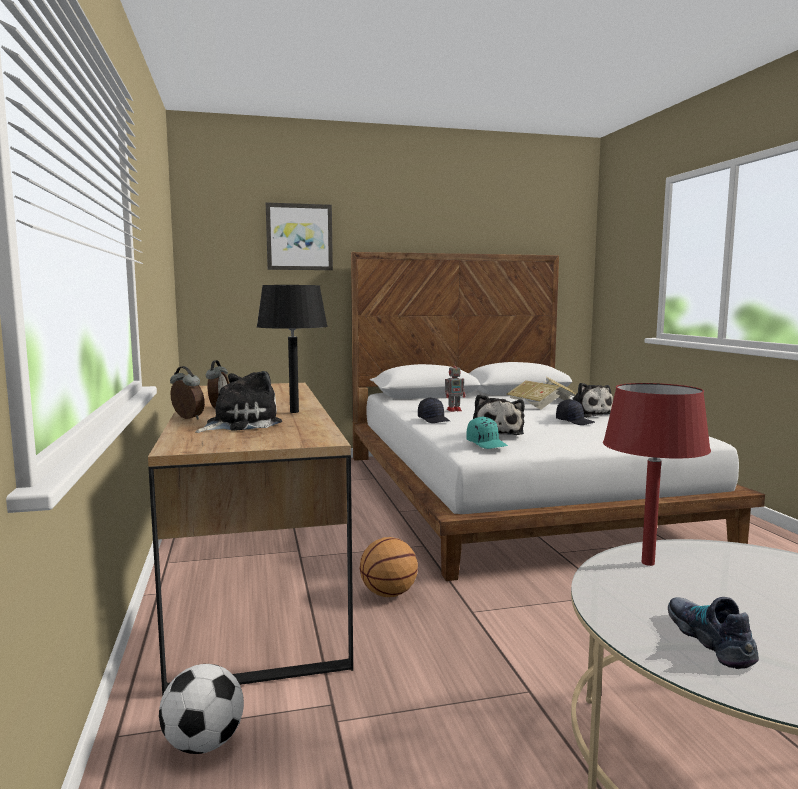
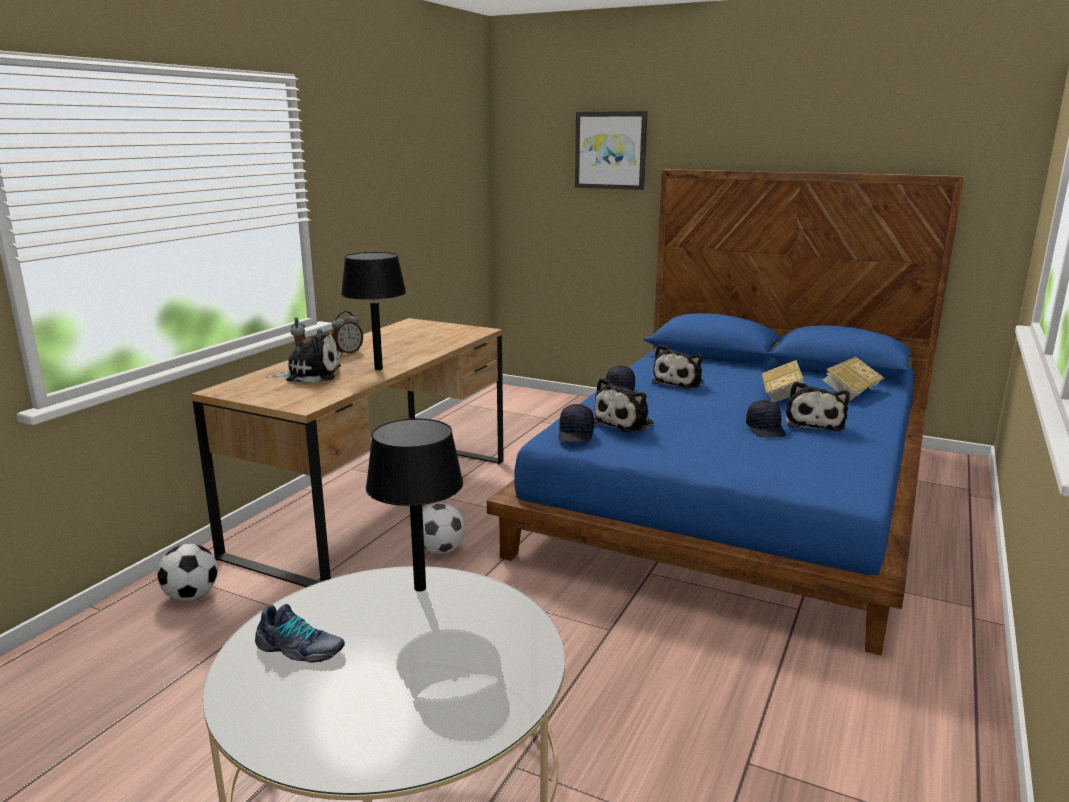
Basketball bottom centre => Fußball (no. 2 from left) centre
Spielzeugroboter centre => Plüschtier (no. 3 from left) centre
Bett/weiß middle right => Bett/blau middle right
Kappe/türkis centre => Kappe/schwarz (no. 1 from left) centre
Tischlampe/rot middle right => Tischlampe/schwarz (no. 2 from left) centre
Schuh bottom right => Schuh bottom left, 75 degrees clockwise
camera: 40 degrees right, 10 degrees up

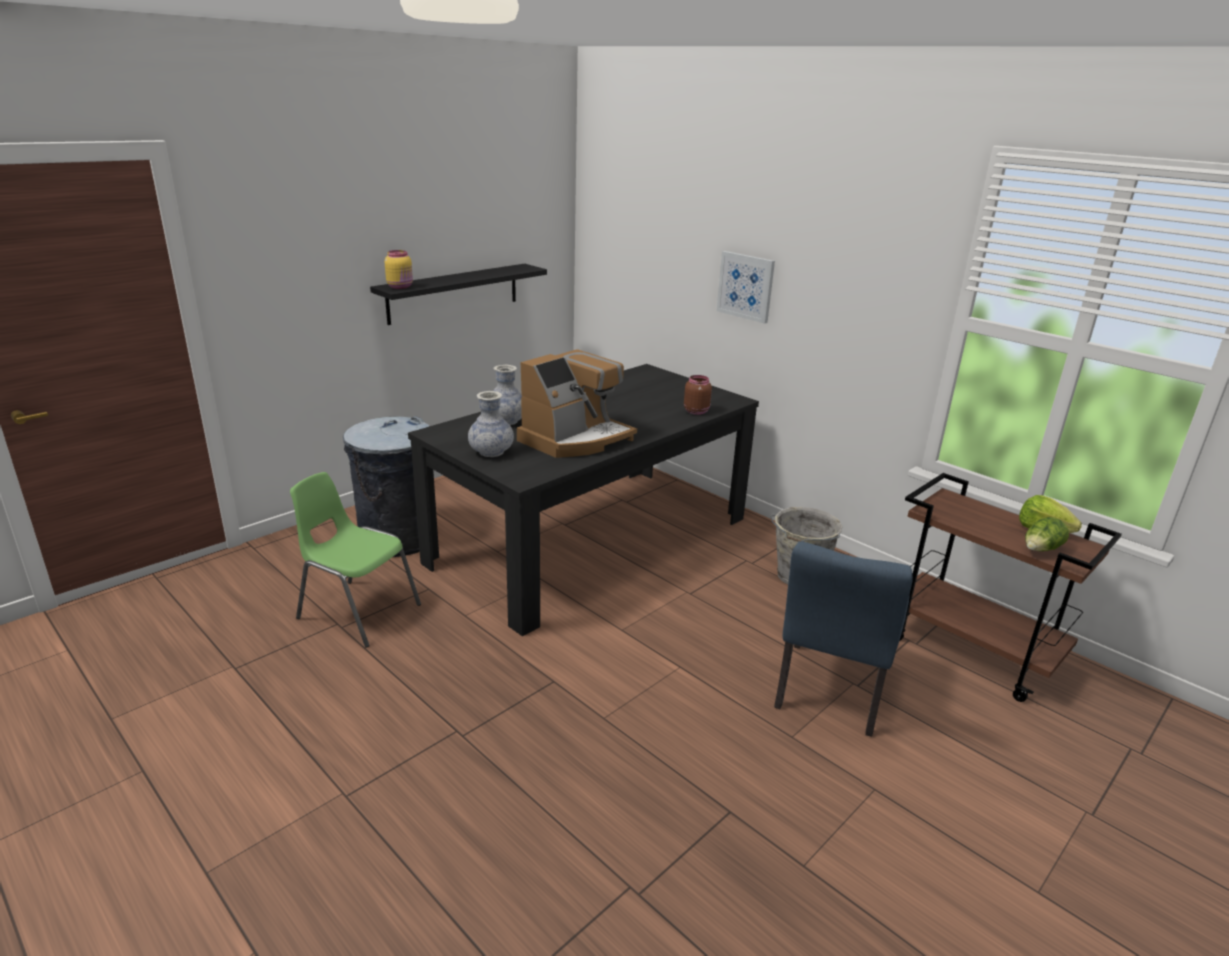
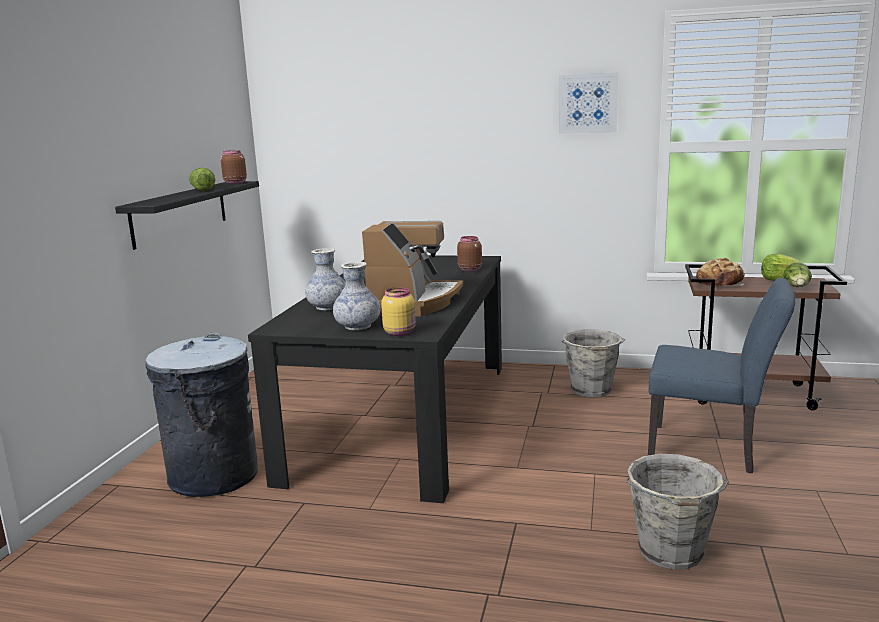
Stuhl/grün middle left => nothing
nothing => Salatkopf (no. 1 from left) top left
nothing => Vorratsglas/braun (no. 1 from left) top left
nothing => Eimer/grau (no. 2 from left) bottom right
nothing => Brot middle right
Vorratsglas/gelb top left => Vorratsglas/gelb centre, shifted
Bild top centre => Bild top right, shifted
Stuhl/blau bottom right => Stuhl/blau middle right, 60 degrees counterclockwise
camera: 30 degrees left, 10 degrees down

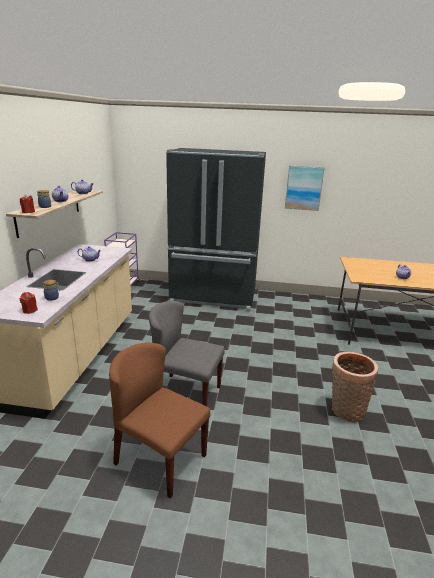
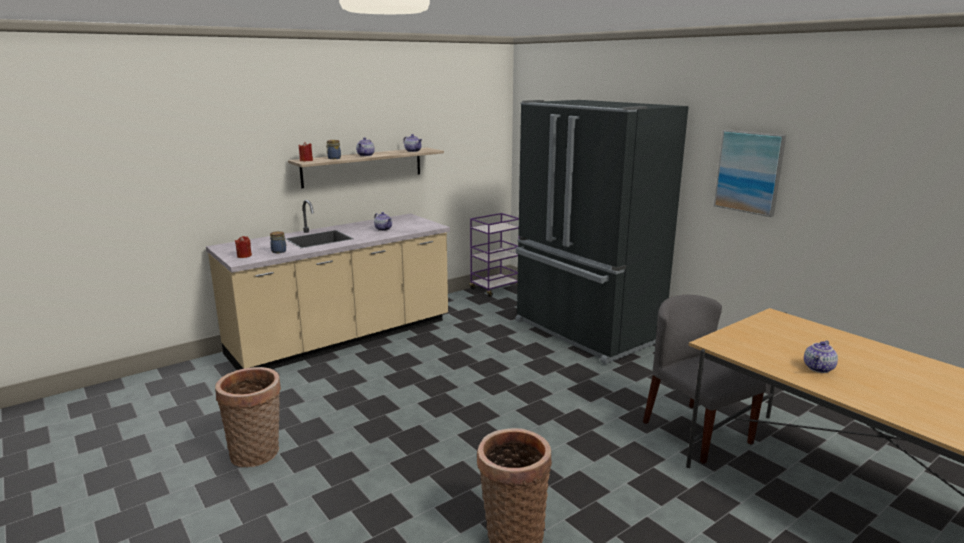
Stuhl/grau centre => Stuhl/grau bottom right, shifted
Stuhl/braun bottom centre => Korb (no. 1 from left) bottom left
camera: 45 degrees right, 5 degrees down

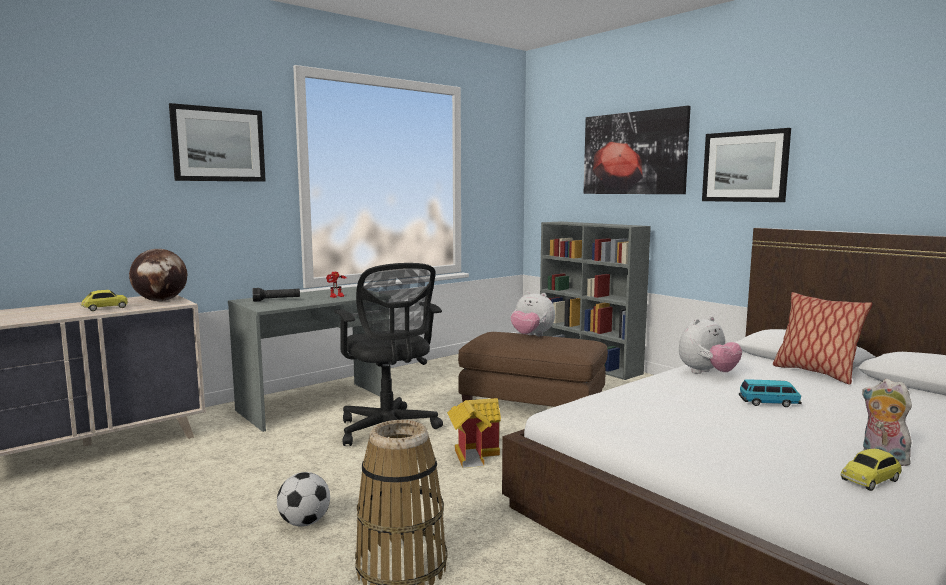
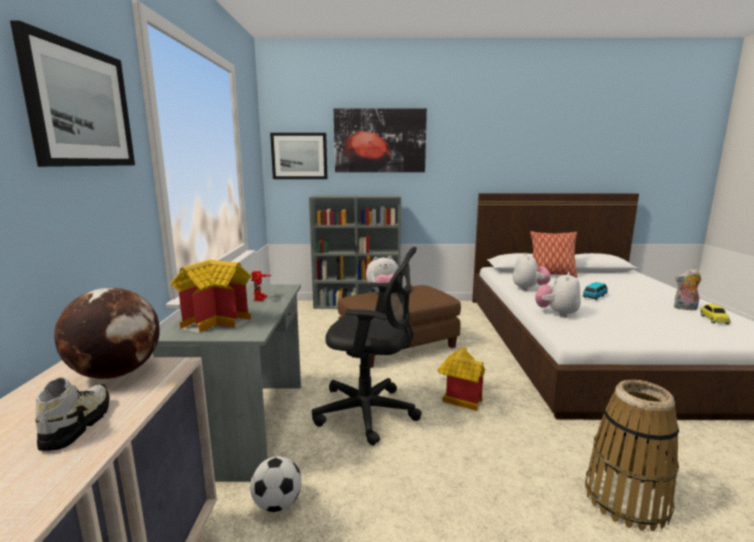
nothing => Plüschtier (no. 3 from left) middle right
Fußball bottom left => Fußball bottom centre, shifted
Bild (no. 3 from left in the first image) top right => Bild (no. 2 from left) top centre, shifted
Spielzeugauto (no. 1 from left) middle left => Schuh bottom left
Taschenlampe/schwarz middle left => Spielzeughaus (no. 1 from left) middle left
camera: 50 degrees left, 5 degrees up

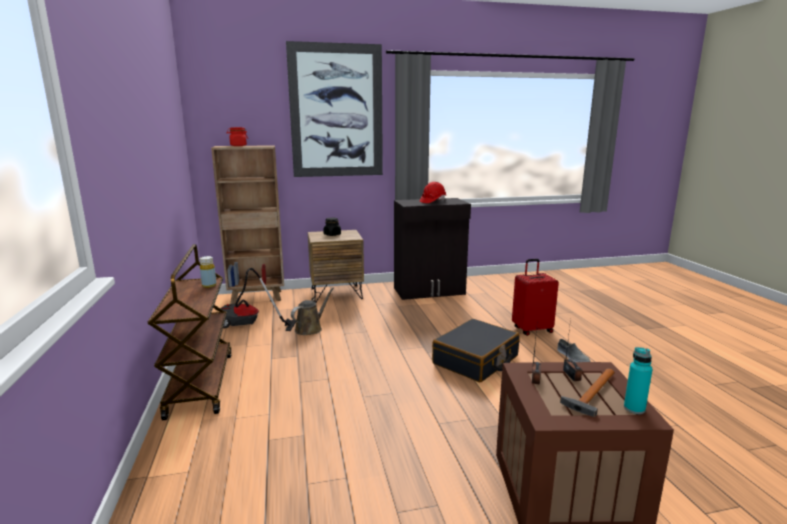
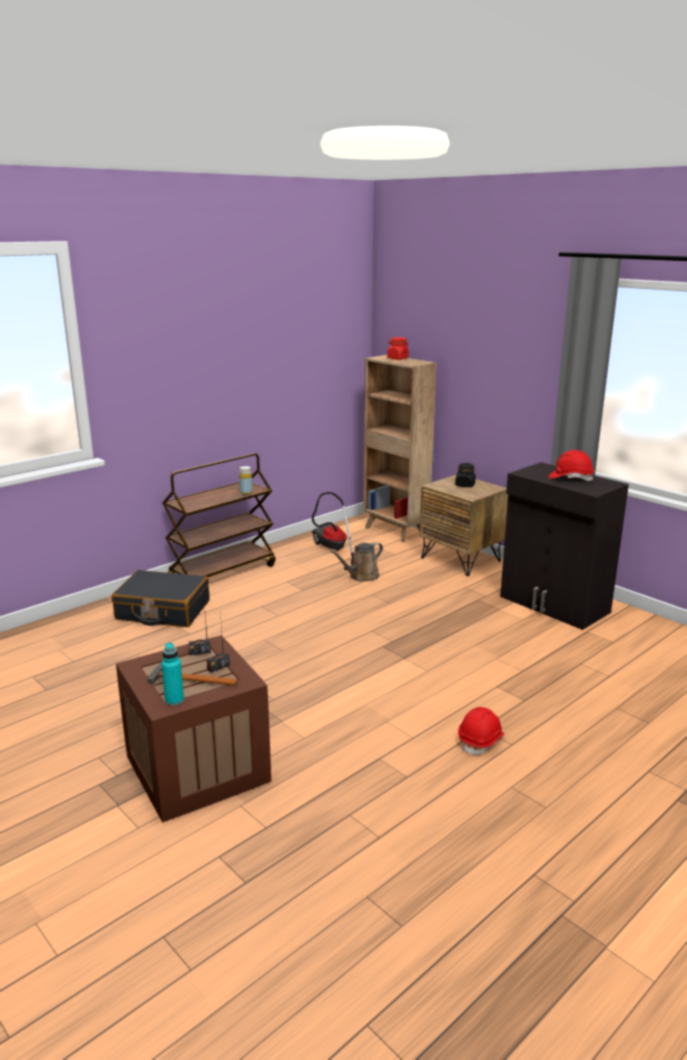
Bild top centre => nothing
Koffer/rot middle right => nothing
Koffer/schwarz bottom centre => Koffer/schwarz middle left, shifted
Schuh/grau bottom right => Schutzhelm/rot (no. 1 from left) bottom right
Gießkanne/braun centre, 135 degrees clockwise
camera: 60 degrees right, 5 degrees up

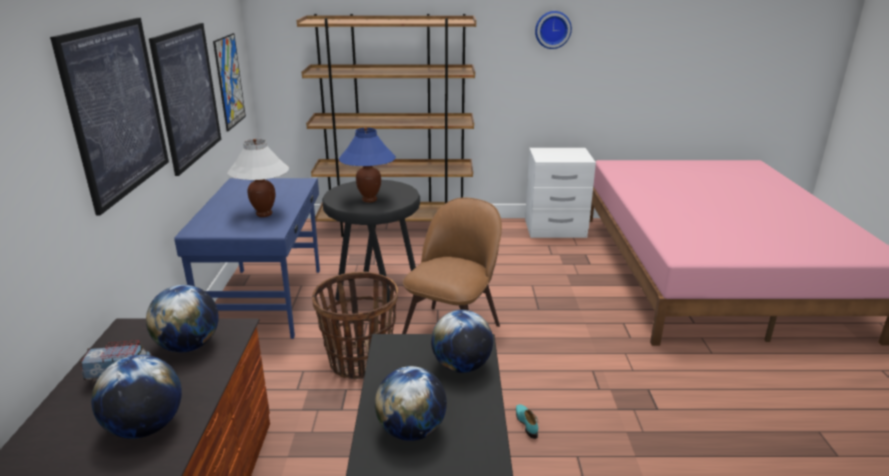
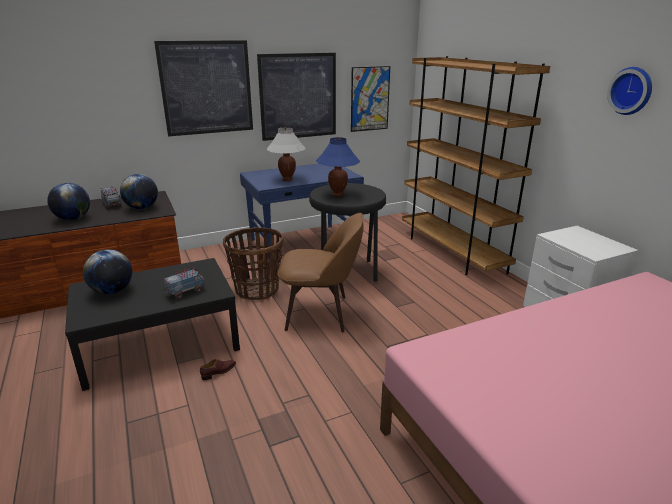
Globus (no. 4 from left) bottom centre => Spielzeuglaster (no. 2 from left) middle left
Schuh/türkis bottom centre => Schuh/braun bottom left
camera: 65 degrees right, 0 degrees up

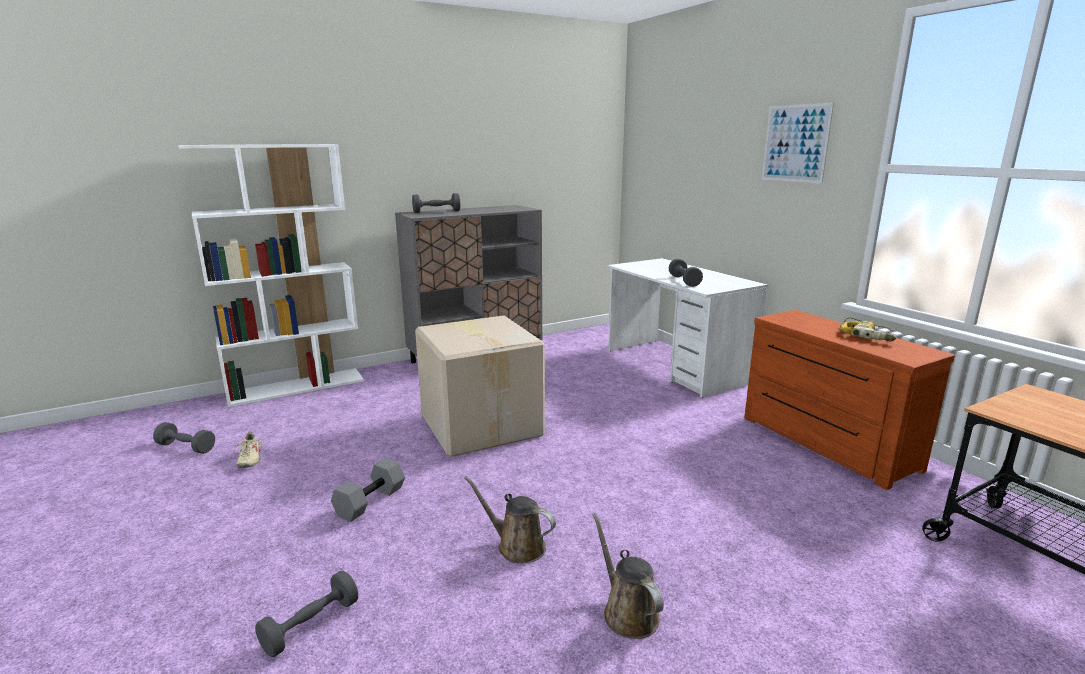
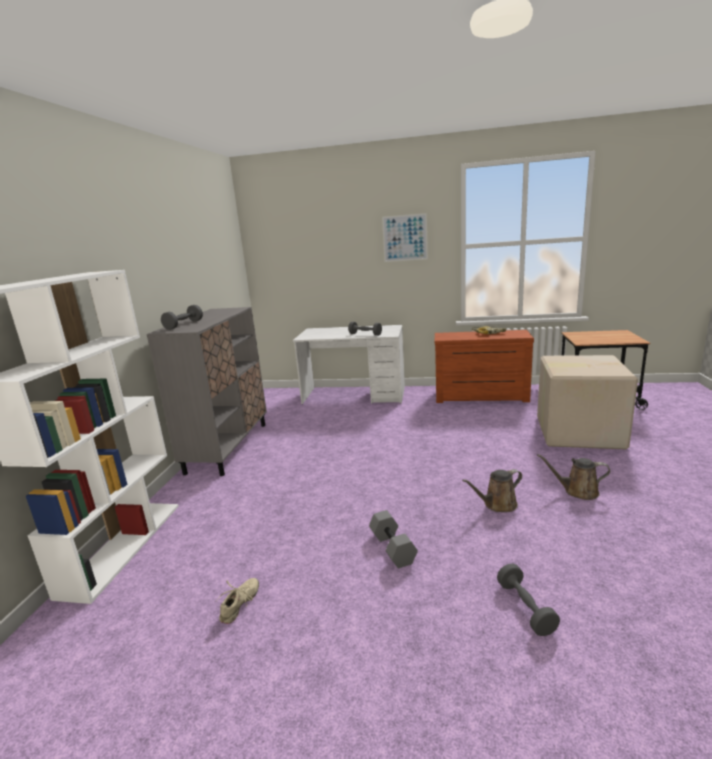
Hantel/grau (no. 1 from left) middle left => nothing
Karton centre => Karton middle right, shifted
Schuh/beige bottom left, 90 degrees counterclockwise
camera: 50 degrees left, 0 degrees up

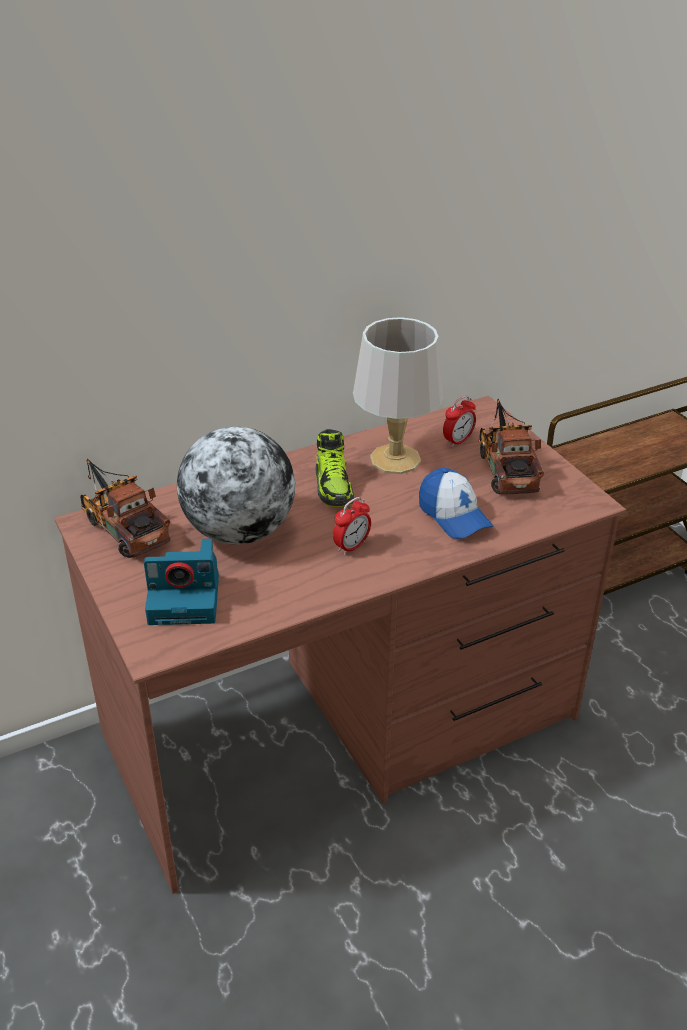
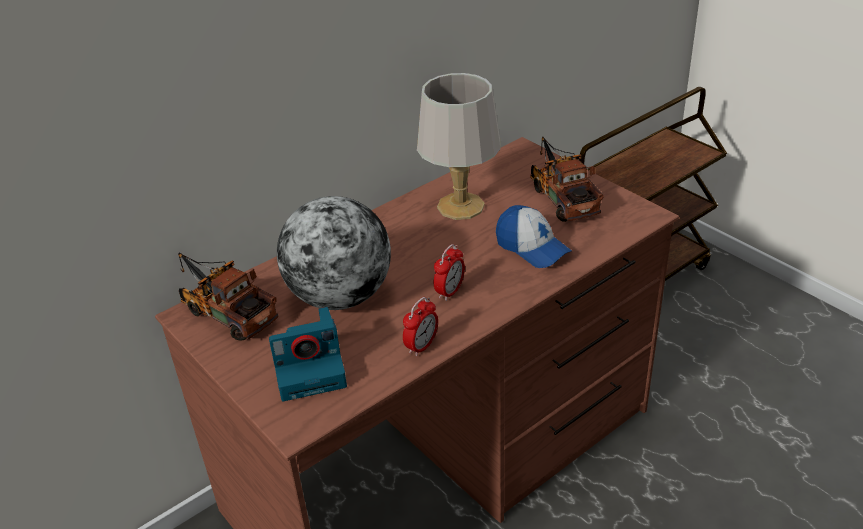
Schuh centre => nothing
Wecker (no. 2 from left in the first image) middle right => Wecker (no. 1 from left) centre, shifted
camera: 10 degrees left, 0 degrees up

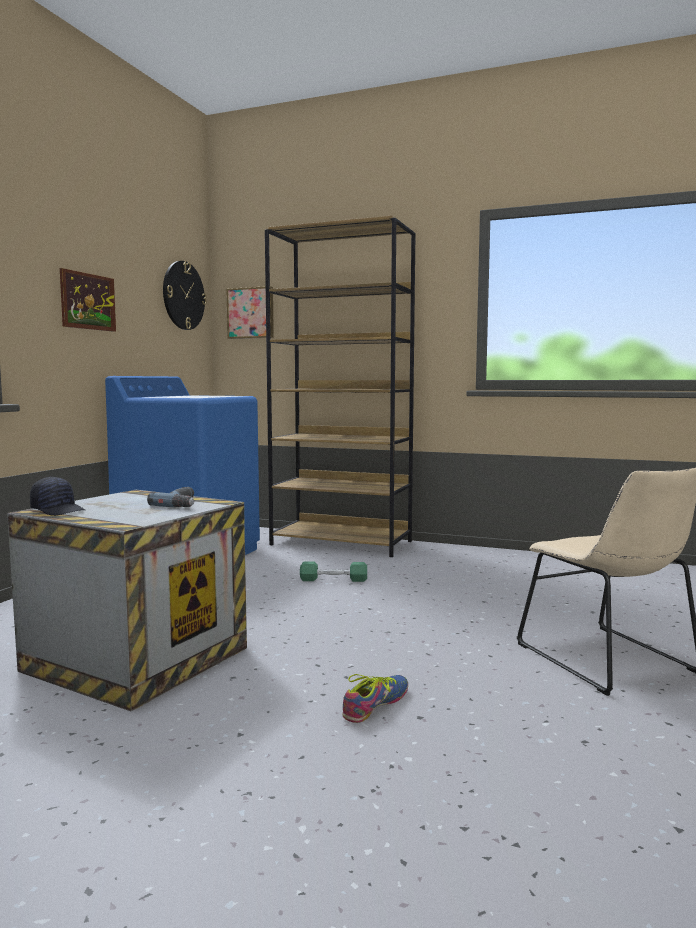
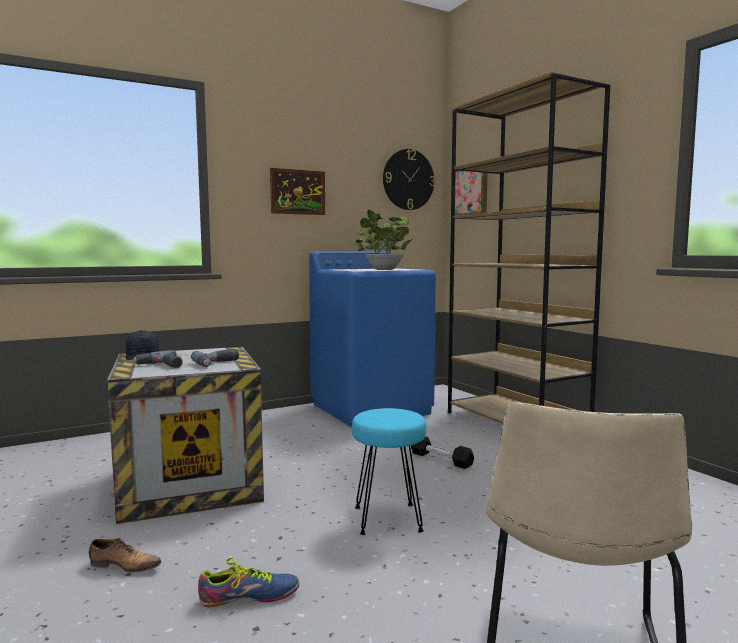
nothing => Schuh (no. 1 from left) bottom left
nothing => Bohrmaschine (no. 1 from left) middle left
nothing => Hocker/türkis bottom centre
nothing => Topfpflanze centre
Hantel/grün centre => Hantel/schwarz bottom centre
camera: 40 degrees right, 0 degrees up

